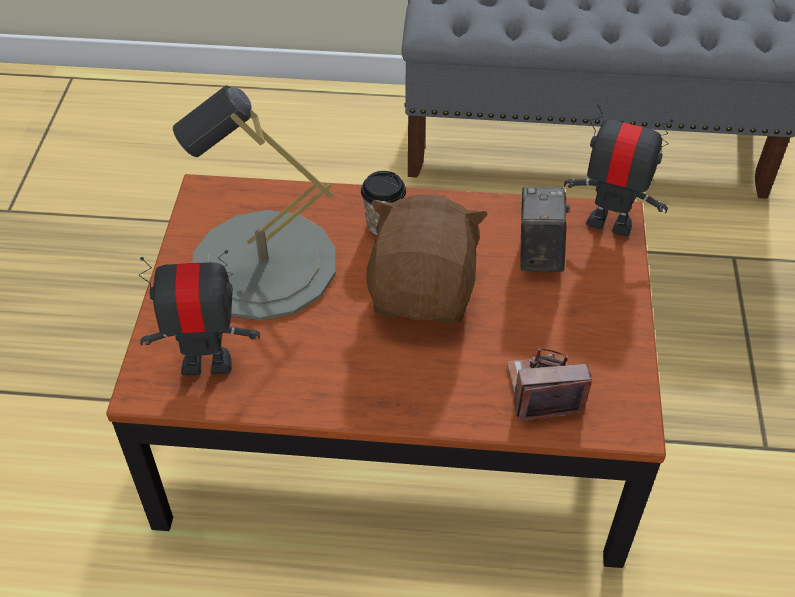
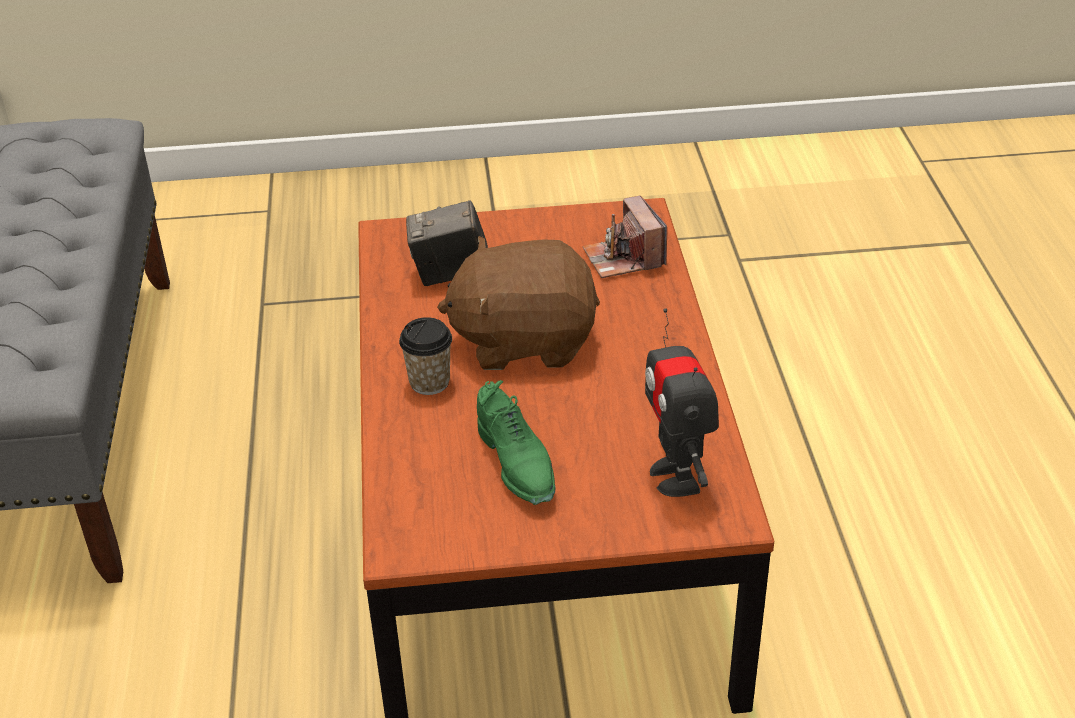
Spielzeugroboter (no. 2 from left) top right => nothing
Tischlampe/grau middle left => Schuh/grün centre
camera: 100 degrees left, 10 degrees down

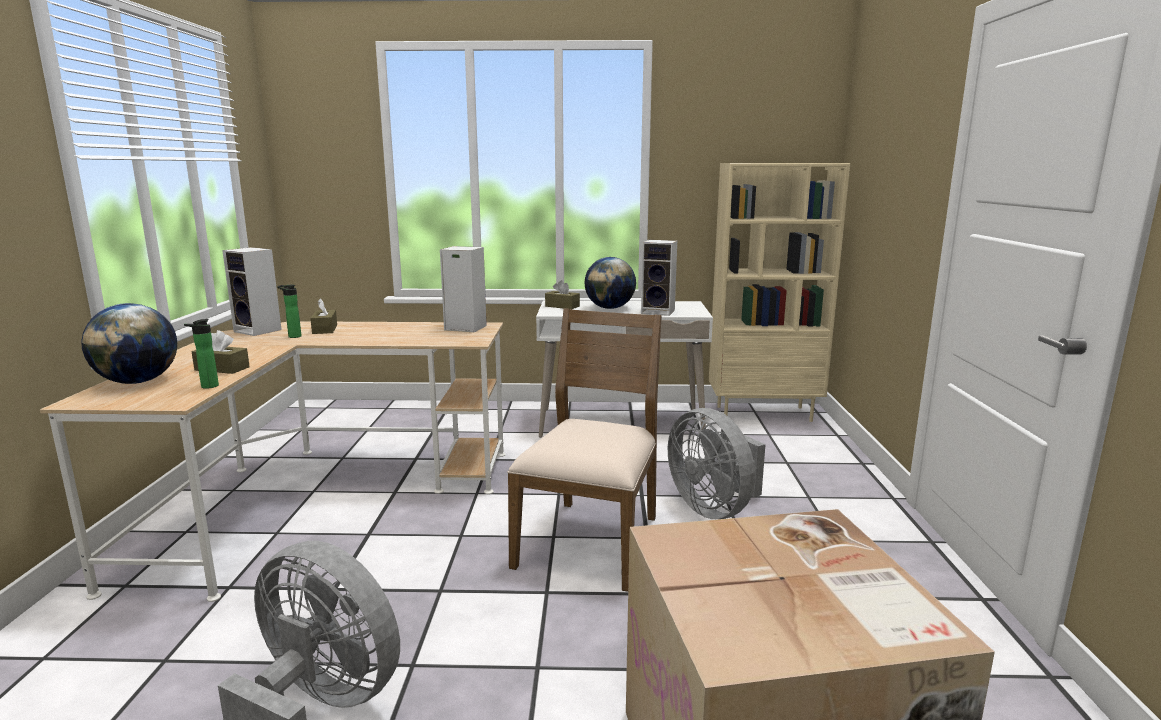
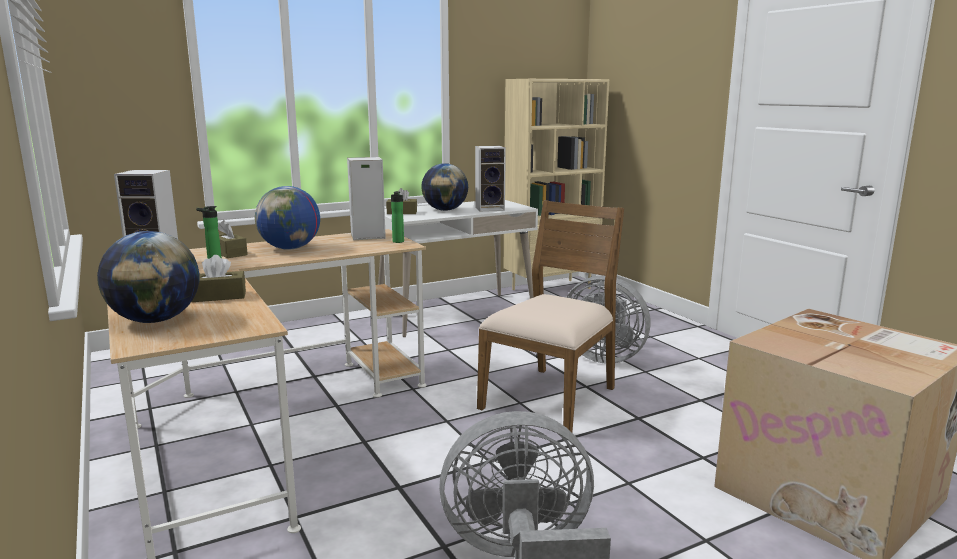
nothing => Globus (no. 2 from left) middle left
Flasche (no. 1 from left in the first image) middle left => Flasche (no. 2 from left) centre, shifted
Stuhl/braun centre, 45 degrees clockwise
camera: 30 degrees left, 0 degrees up

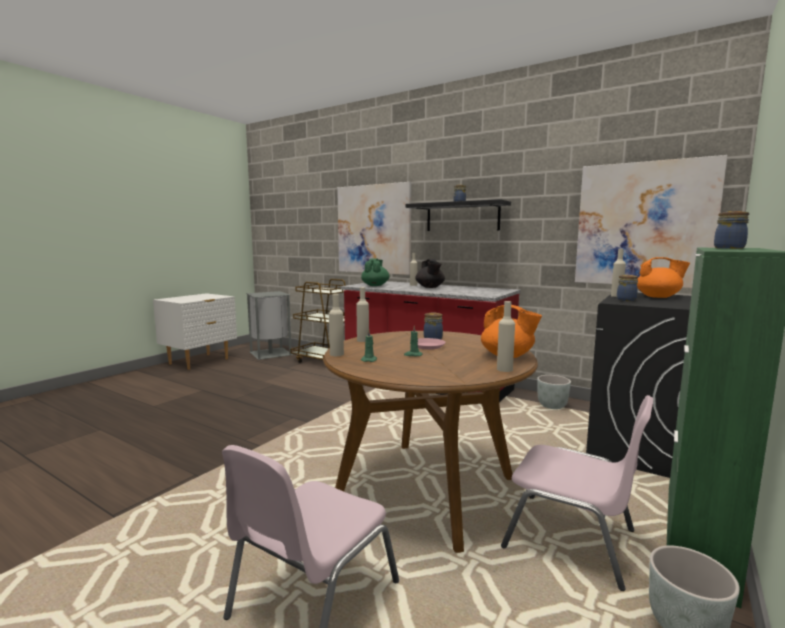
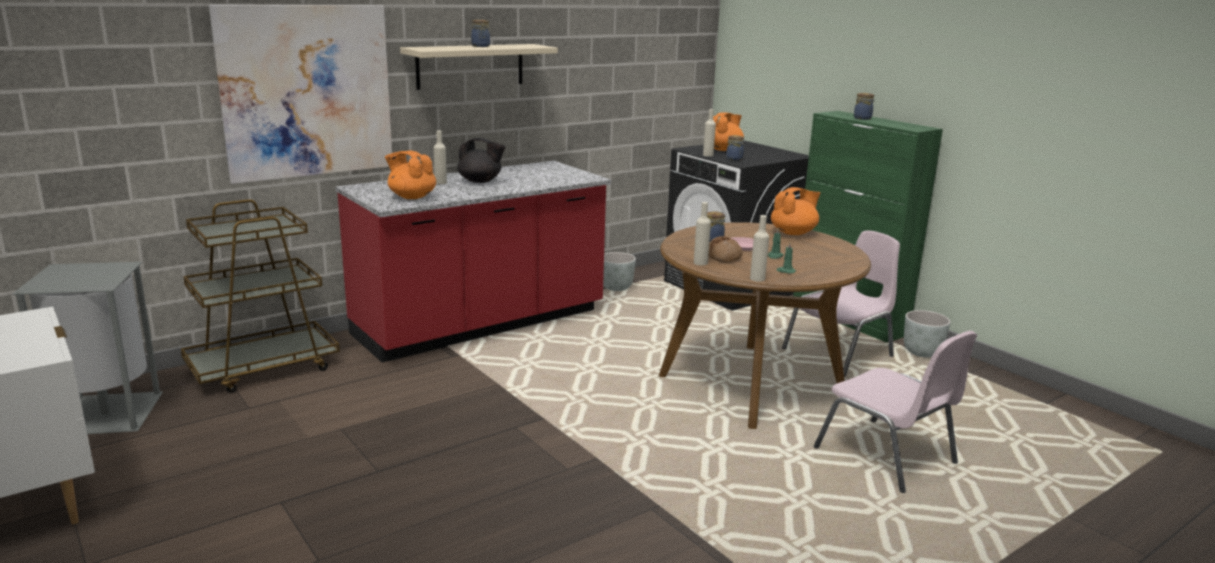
Flasche/beige (no. 4 from left) centre => nothing
Bild (no. 2 from left) middle right => nothing
nothing => Brot centre
Teekanne/grün centre => Teekanne/orange (no. 1 from left) top centre
Wandregal/schwarz centre => Wandregal/beige top centre
camera: 70 degrees left, 10 degrees up

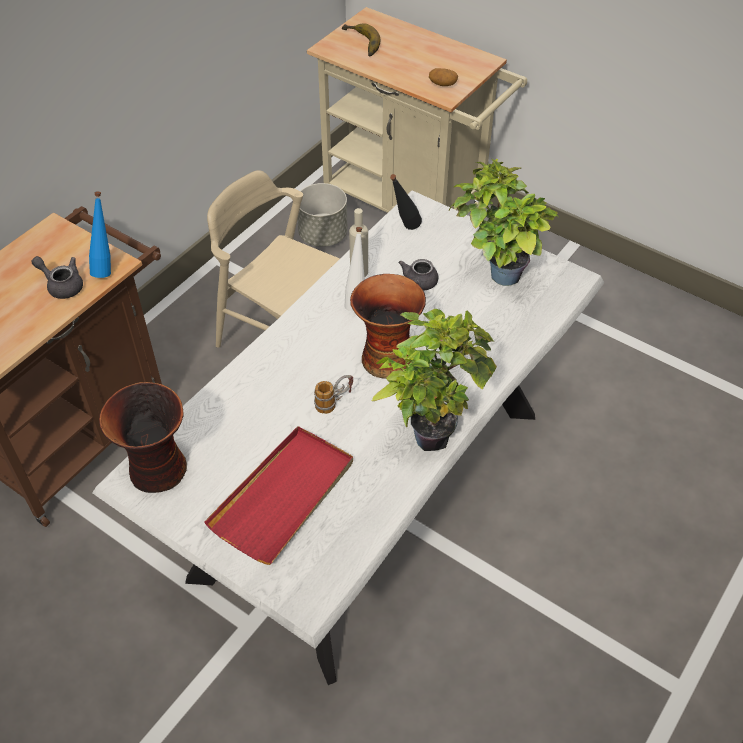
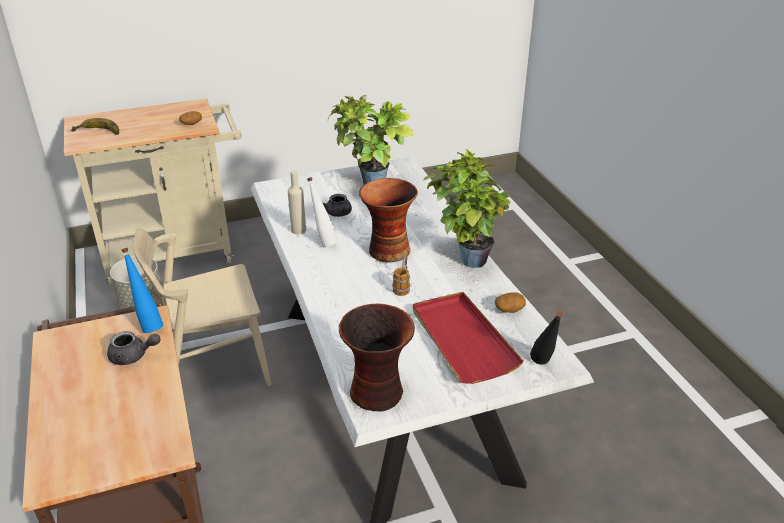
nothing => Kartoffel (no. 2 from left) centre
Flasche/schwarz top centre => Flasche/schwarz middle right, shifted
Teekanne/grau (no. 1 from left) middle left, 150 degrees counterclockwise
camera: 55 degrees left, 15 degrees down

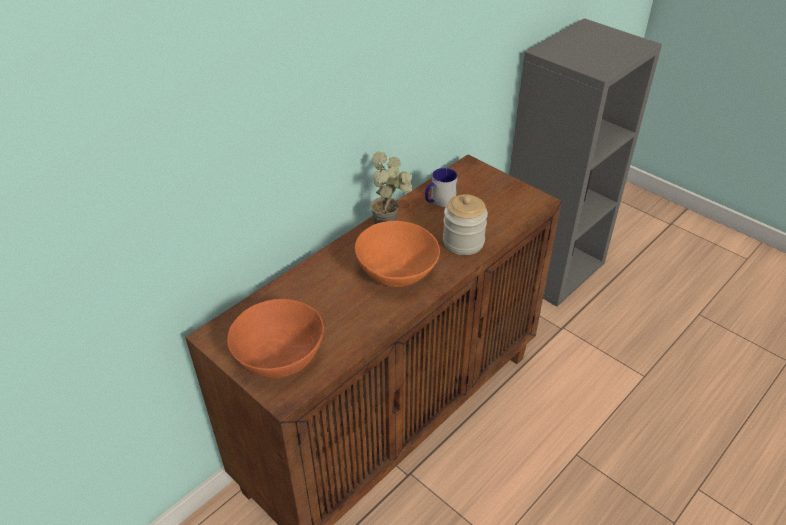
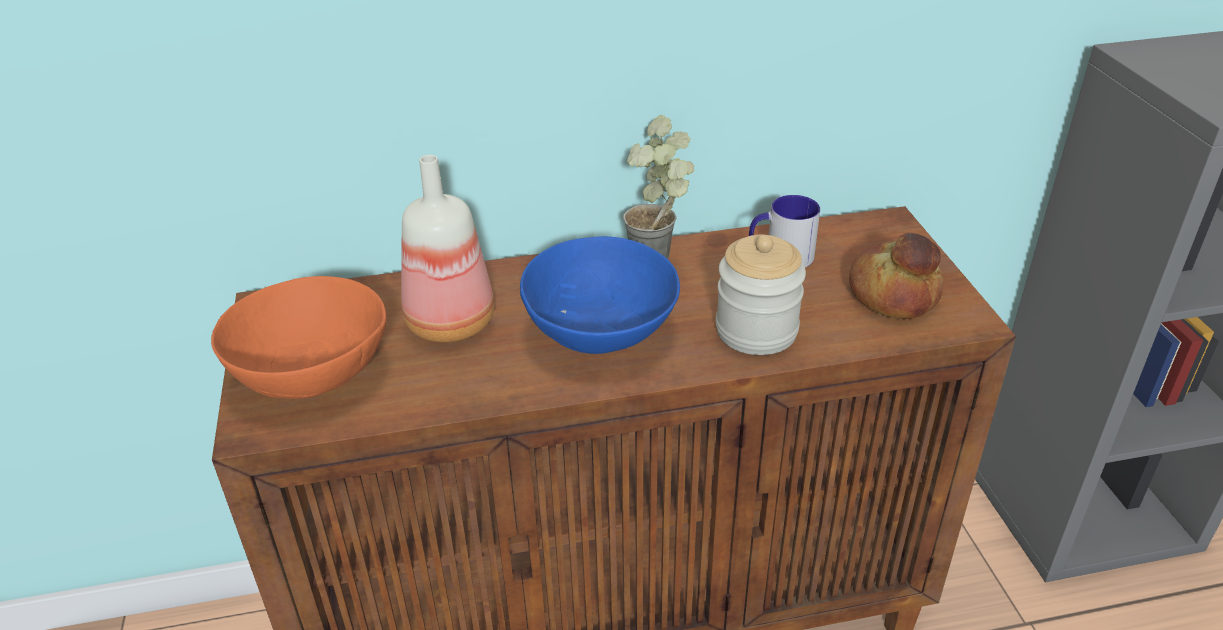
nothing => Flasche centre
nothing => Brot middle right
Schüssel/orange (no. 2 from left) centre => Schüssel/blau centre
camera: 35 degrees right, 5 degrees down

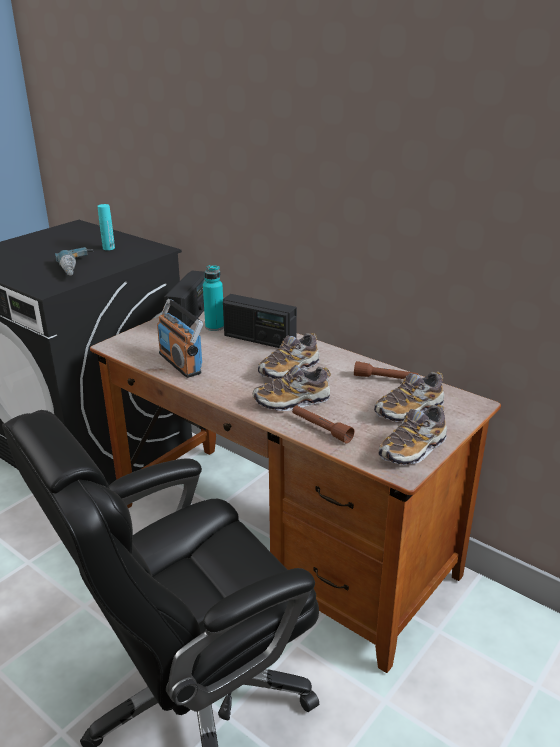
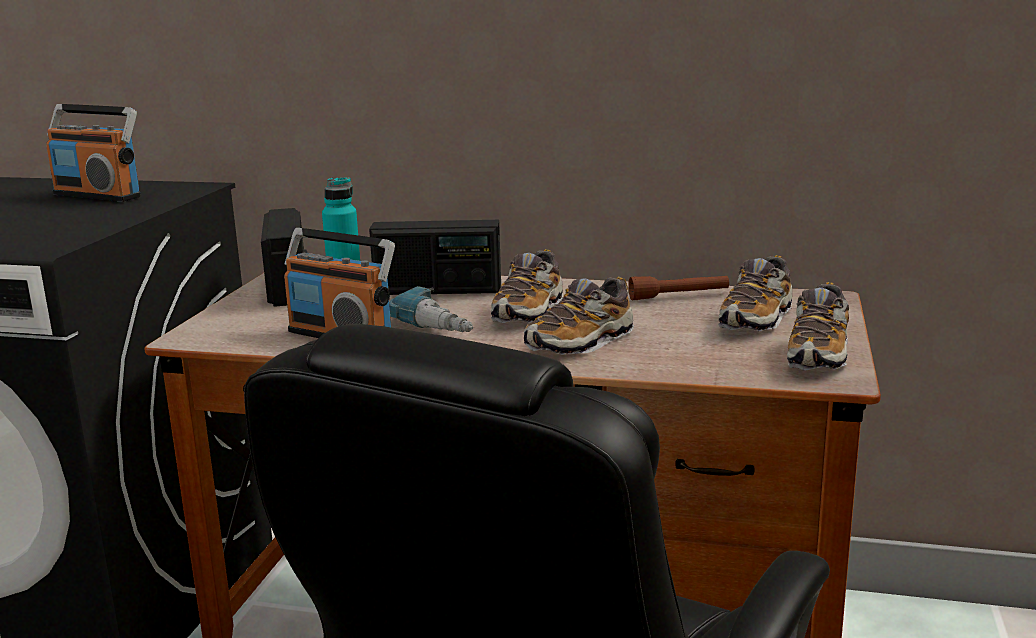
Taschenlampe/braun (no. 1 from left) centre => nothing
Bohrmaschine middle left => Bohrmaschine centre, shifted
Flasche/türkis (no. 1 from left) top left => Radio (no. 1 from left) top left
camera: 25 degrees left, 10 degrees down

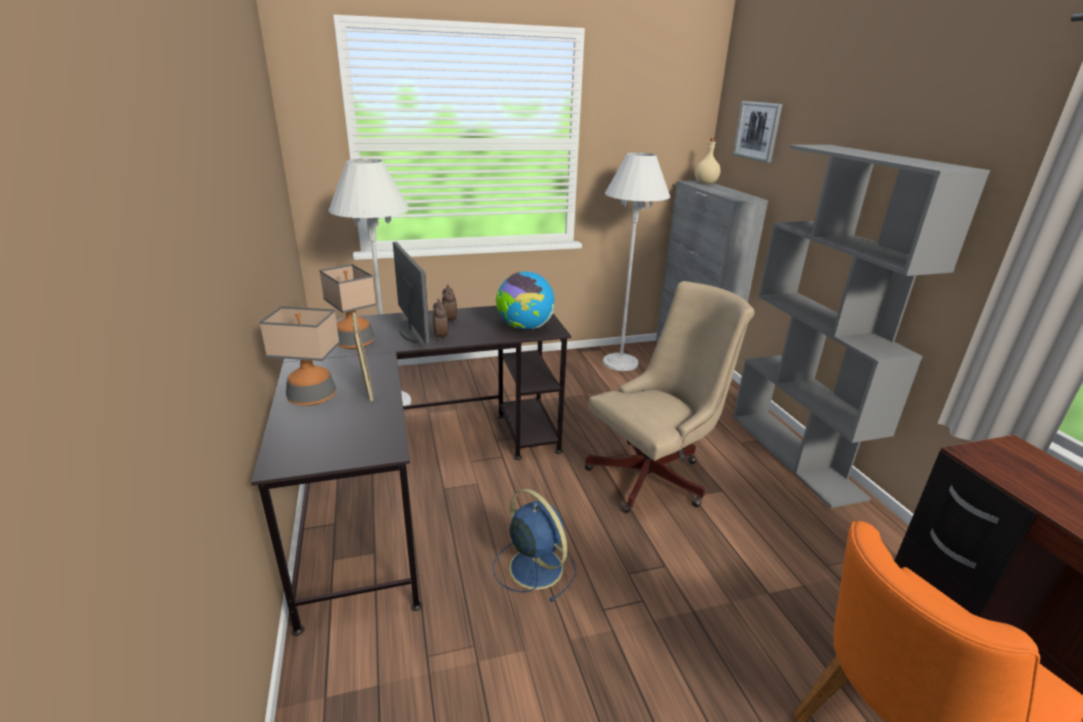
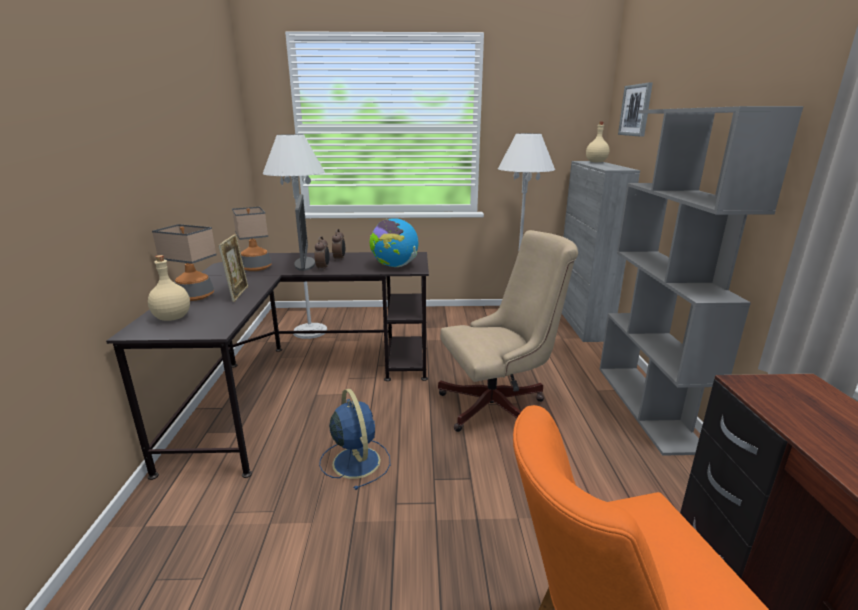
nothing => Flasche/beige (no. 1 from left) middle left
camera: 15 degrees right, 5 degrees down

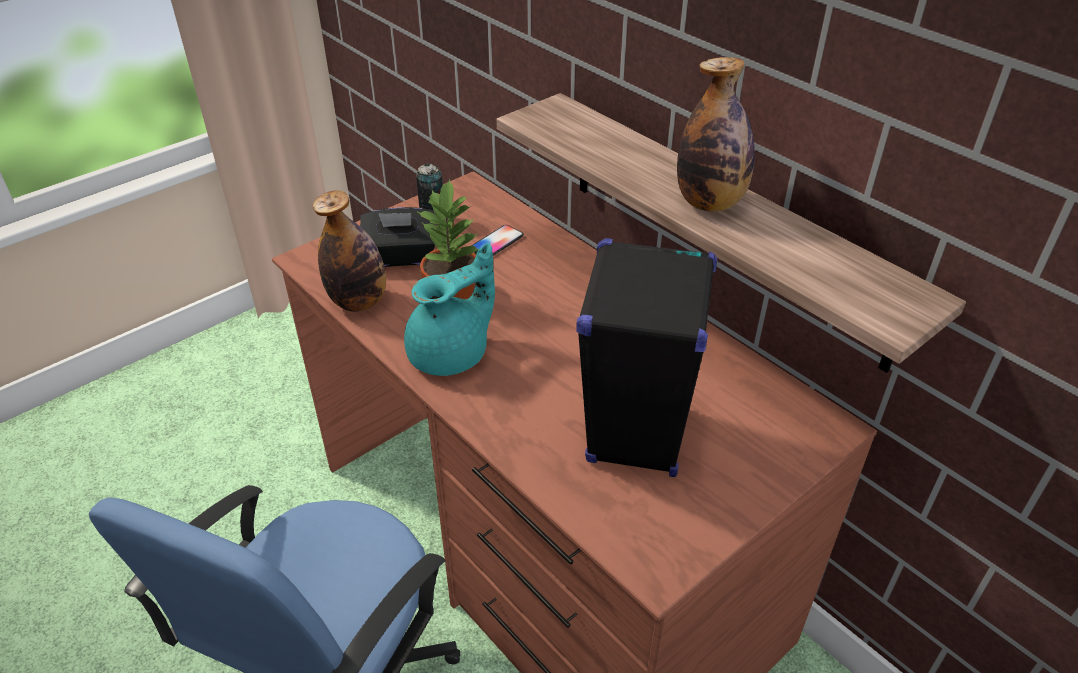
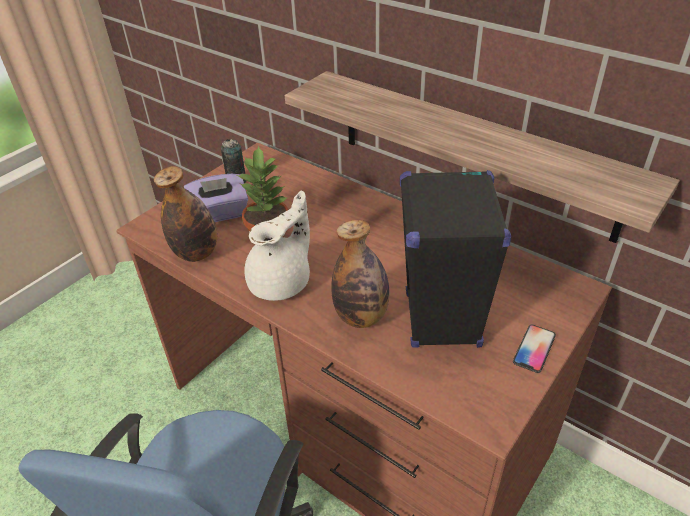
Handy centre => Handy bottom right, shifted
Flasche (no. 2 from left) top centre => Flasche (no. 2 from left) centre, shifted
Taschentuchbox/schwarz centre => Taschentuchbox/lila middle left
Teekanne/türkis centre => Teekanne/weiß centre
camera: 10 degrees left, 0 degrees up

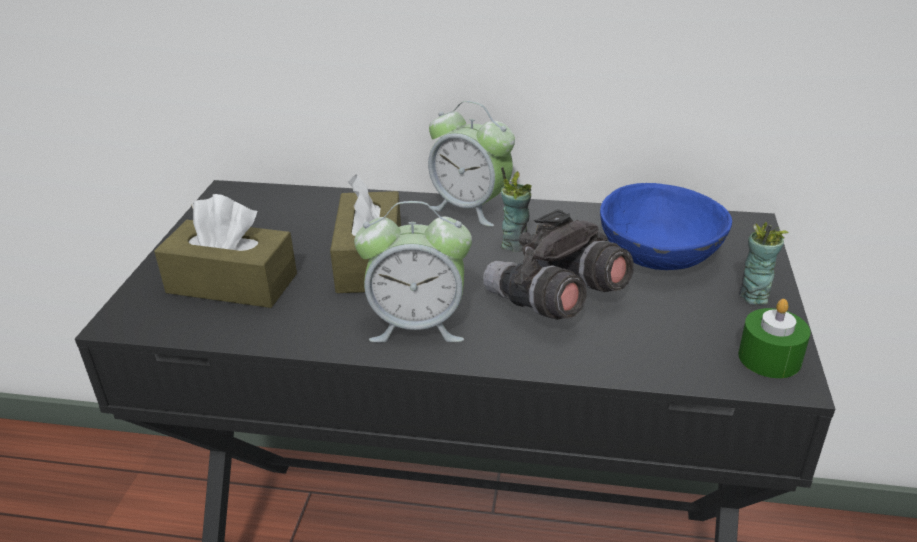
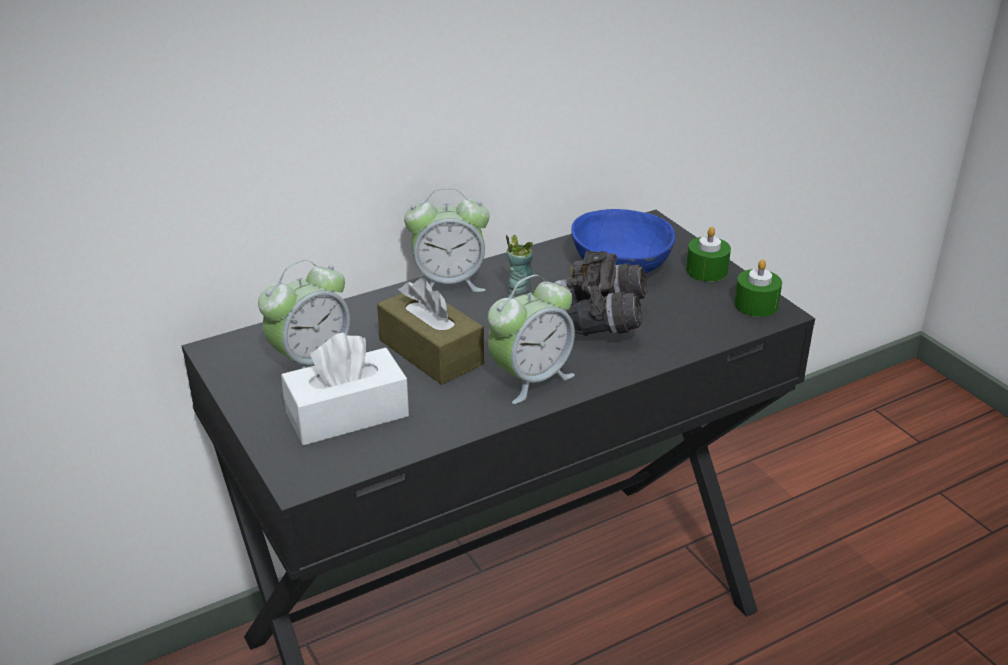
nothing => Wecker (no. 1 from left) middle left
Tasse (no. 2 from left) middle right => Kerze/grün (no. 1 from left) middle right
Taschentuchbox/braun (no. 1 from left) middle left => Taschentuchbox/weiß centre
camera: 40 degrees left, 0 degrees up

